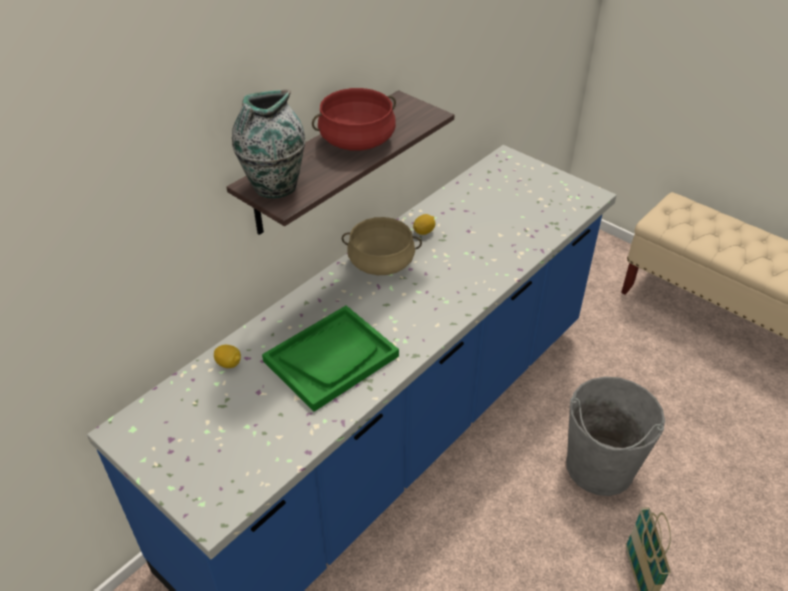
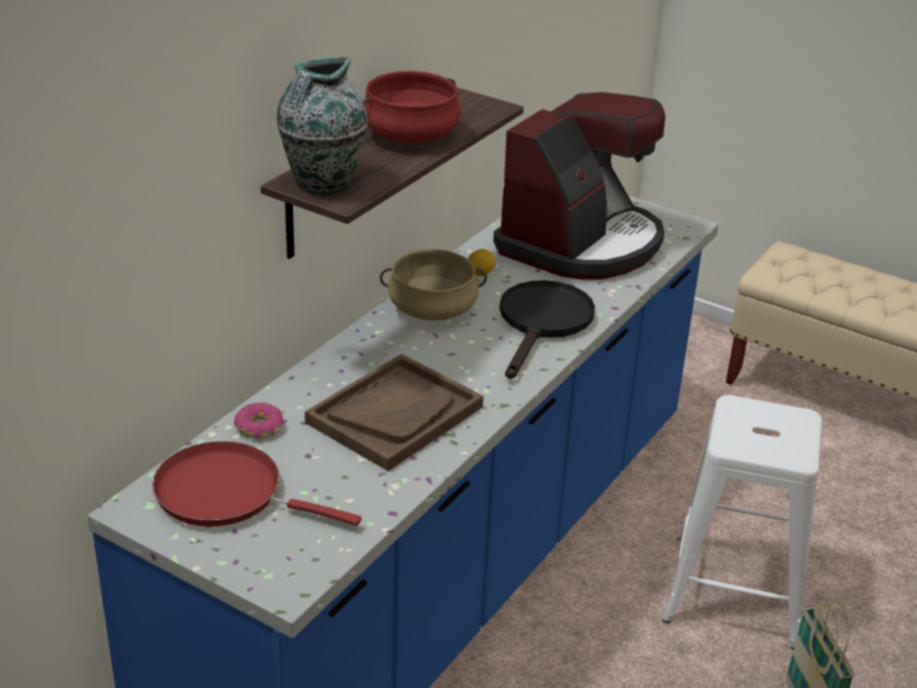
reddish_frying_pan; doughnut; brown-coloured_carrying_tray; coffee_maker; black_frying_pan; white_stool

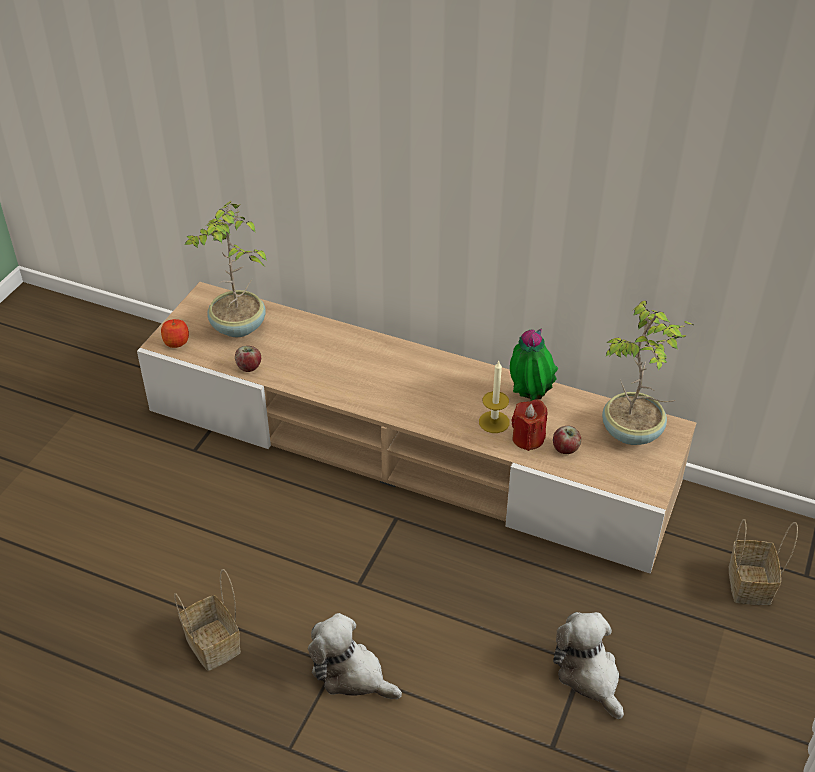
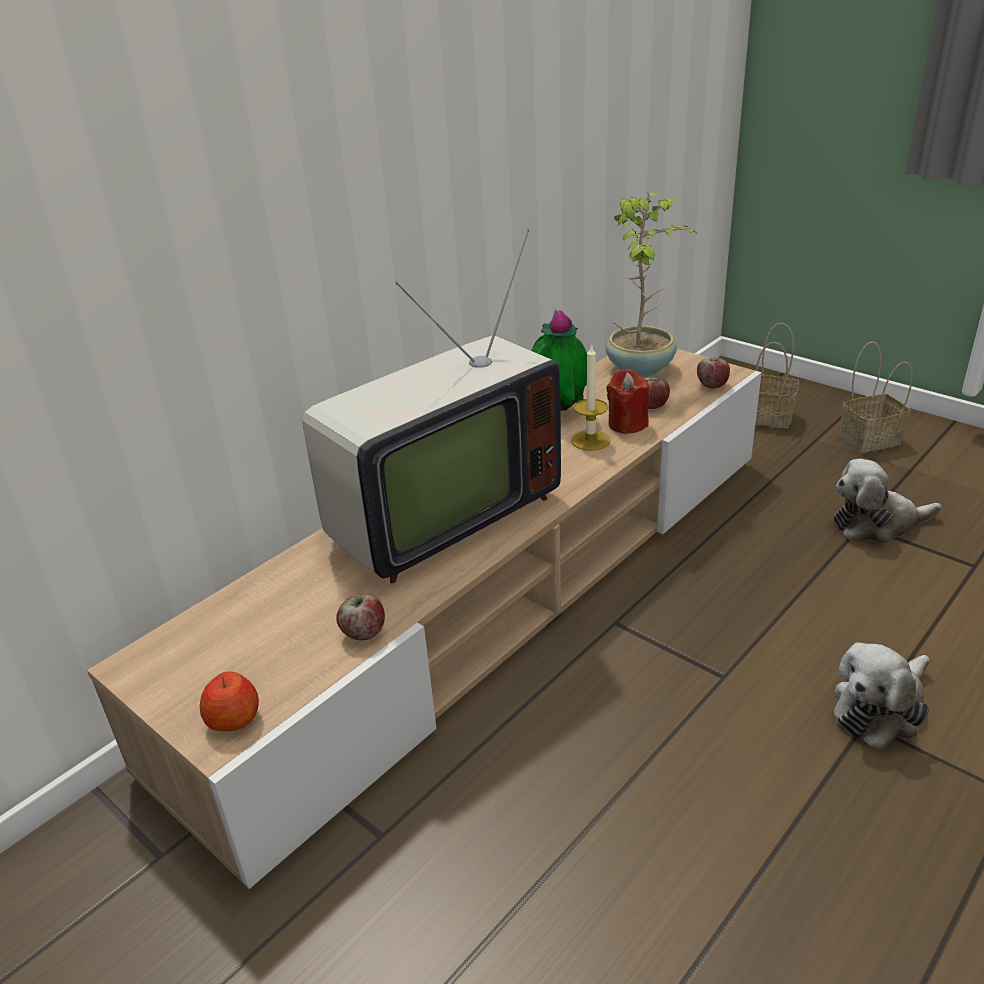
TV; apple_fruit (4th from left); basket (2nd from left); plant_in_a_pot (1st from left in the first image)

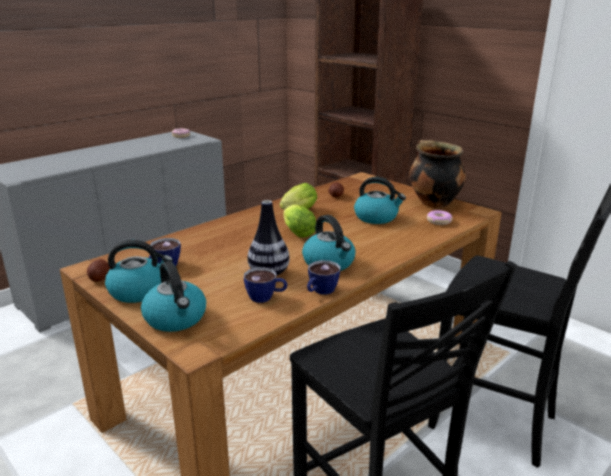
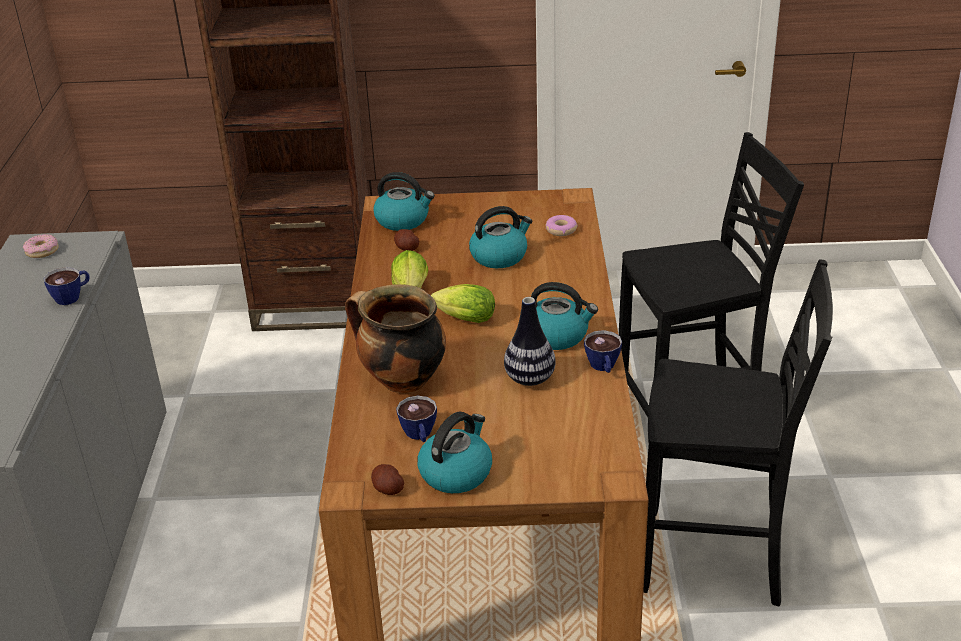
drinking_cup (1st from left); saucepot; kettle (1st from left)

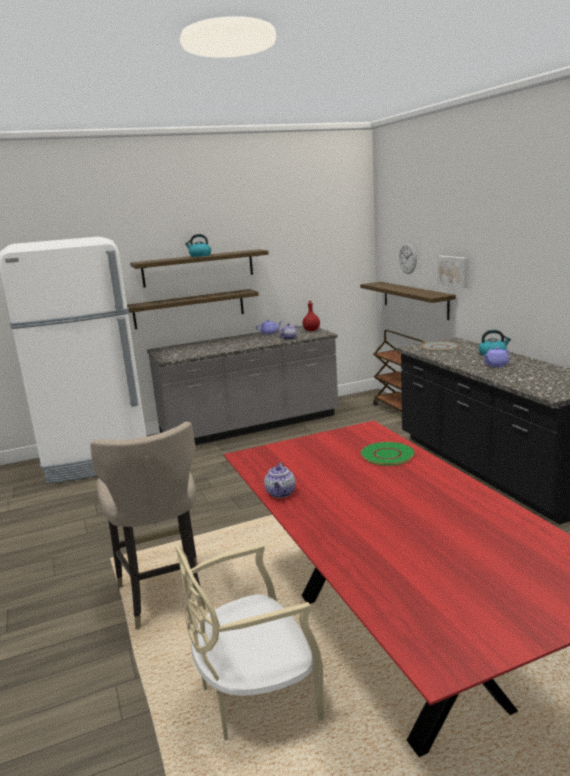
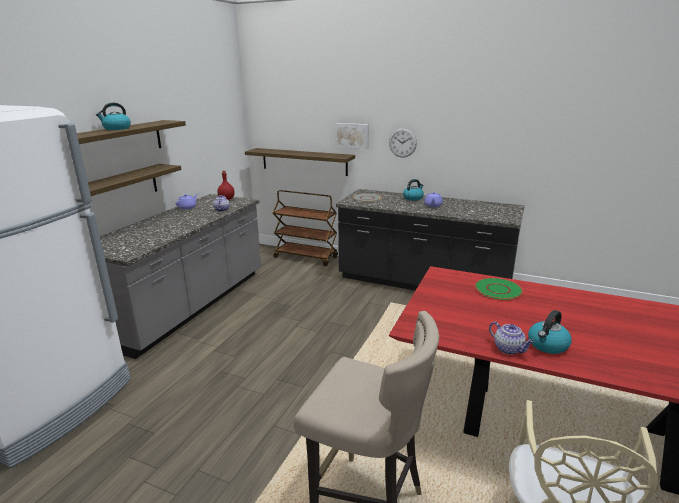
hanging_clock; kettle (3rd from left)

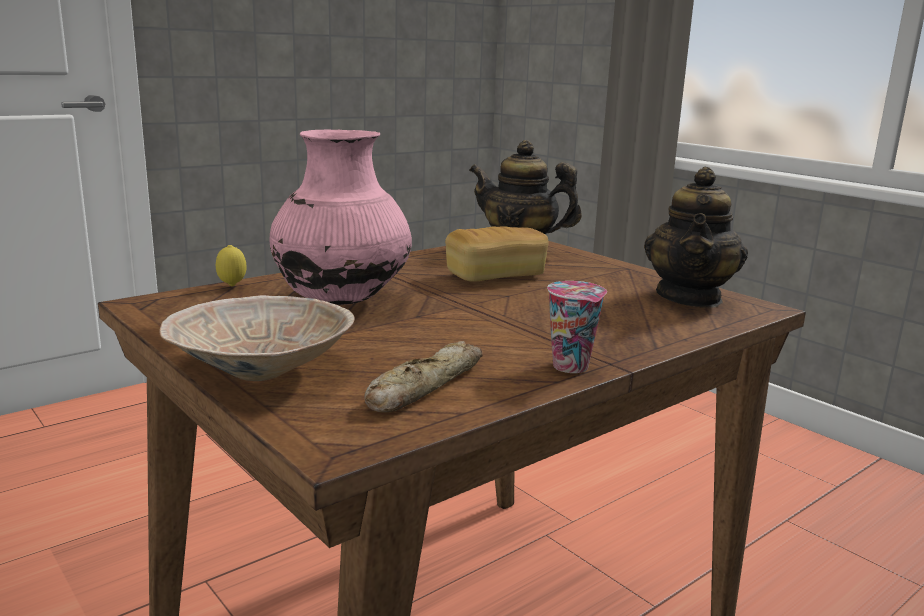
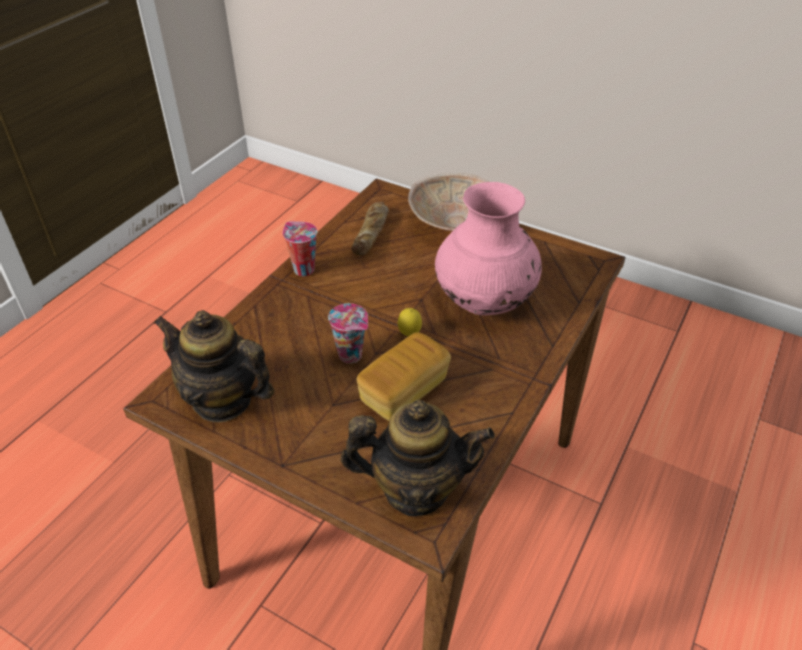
pot_for_tea (1st from left); drinking_cup (2nd from left); citrus_fruit

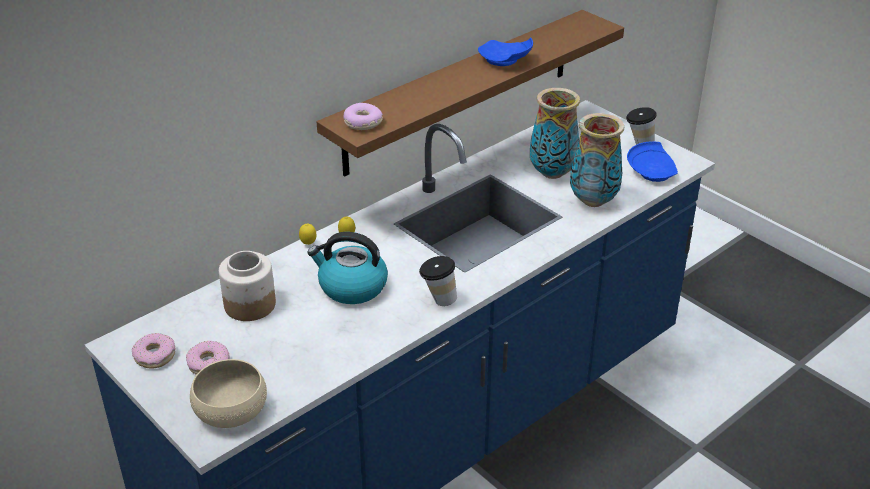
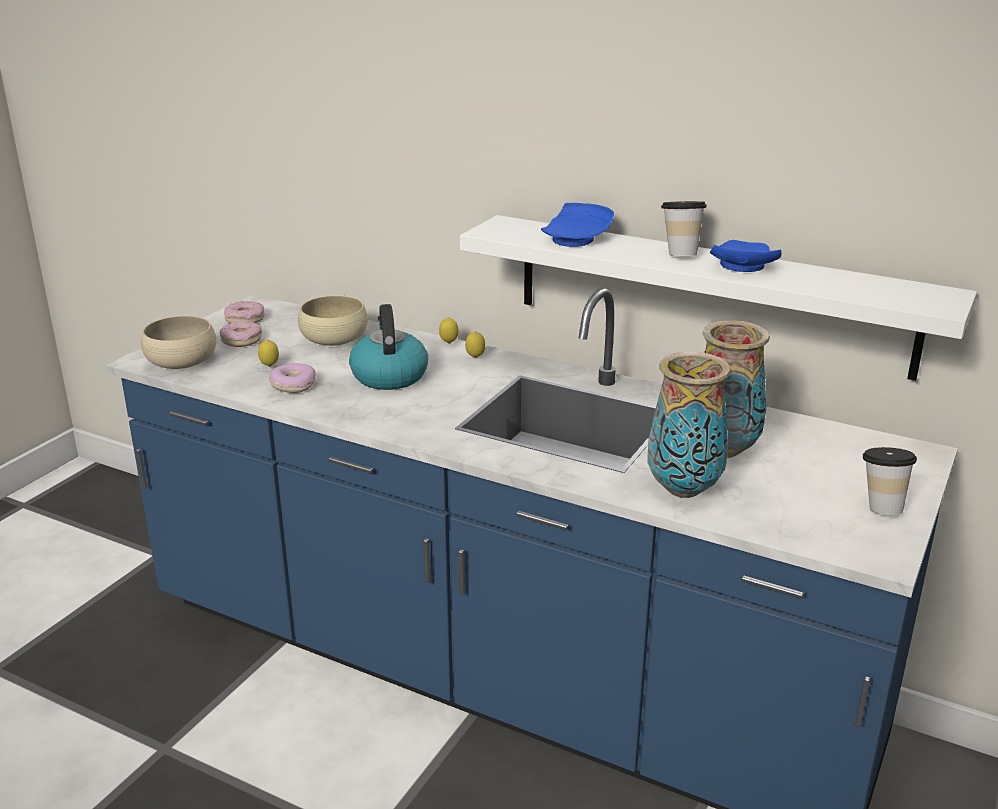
citrus_fruit (1st from left); doughnut (3rd from left); beige_deep_dish (2nd from left); white_shelf; bluish_plate (1st from left); drinking_cup (1st from left)

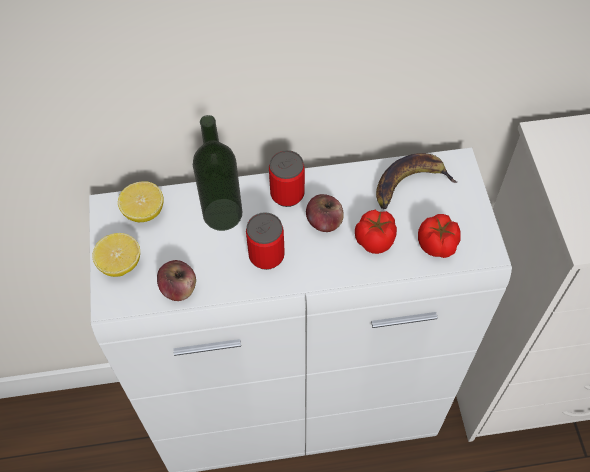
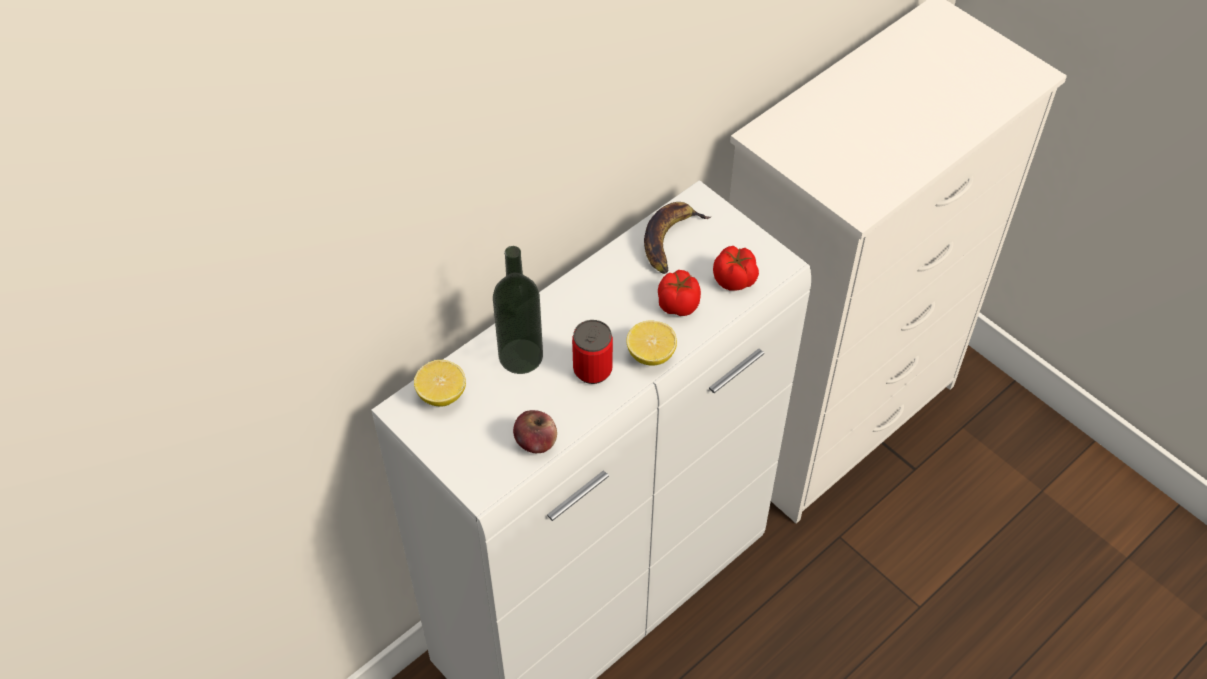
citrus_fruit (2nd from left); metal_can (2nd from left in the first image); apple_fruit (2nd from left in the first image)

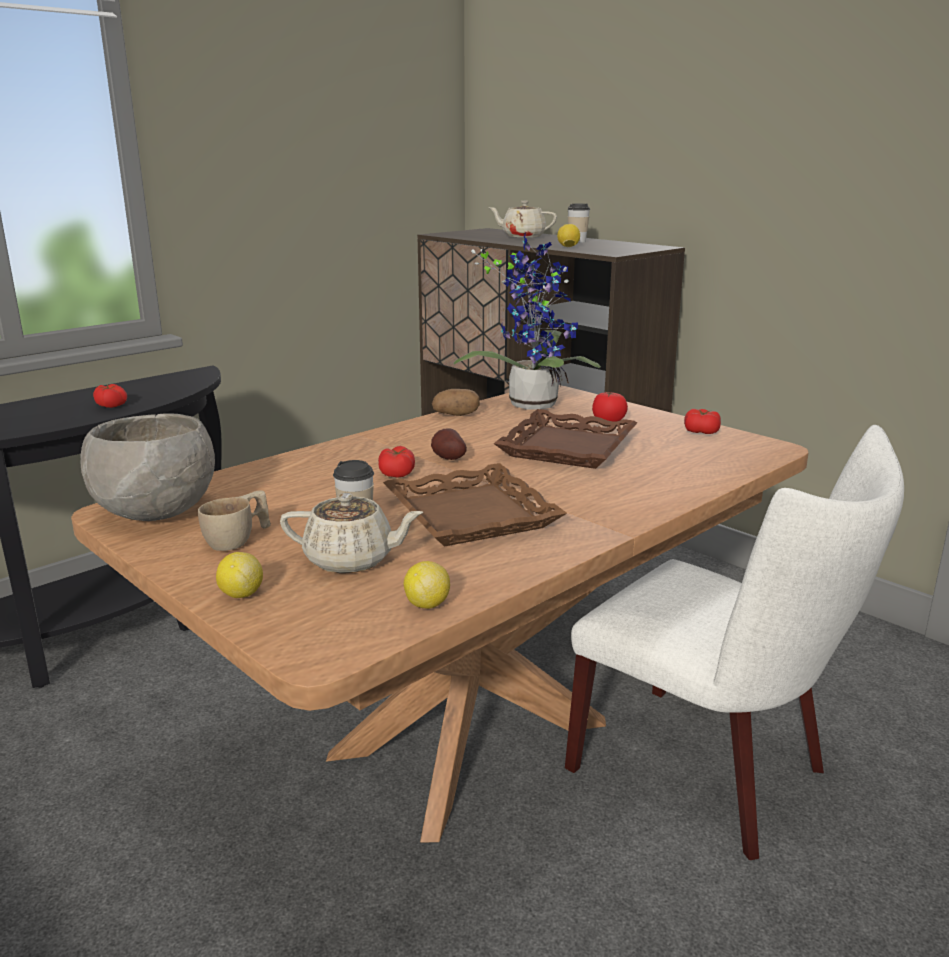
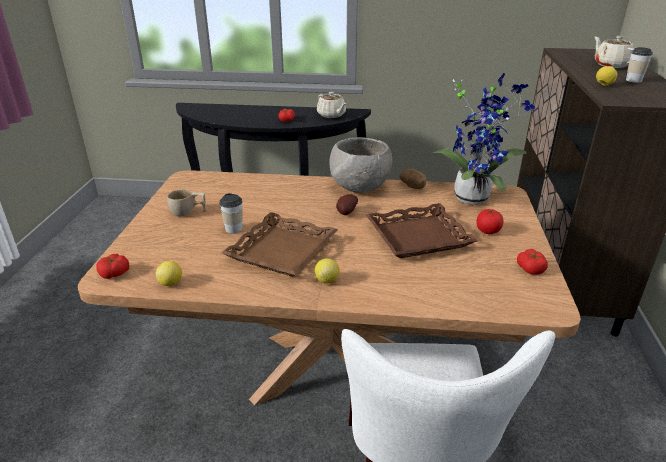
fresh_tomato (1st from left); citrus_fruit (2nd from left); beige_pot_for_tea (1st from left); gray_deep_dish

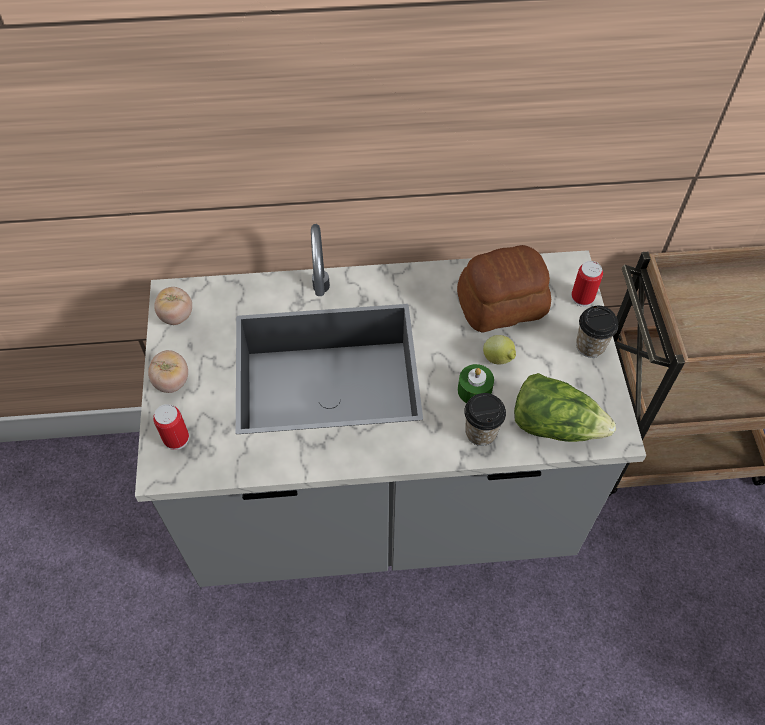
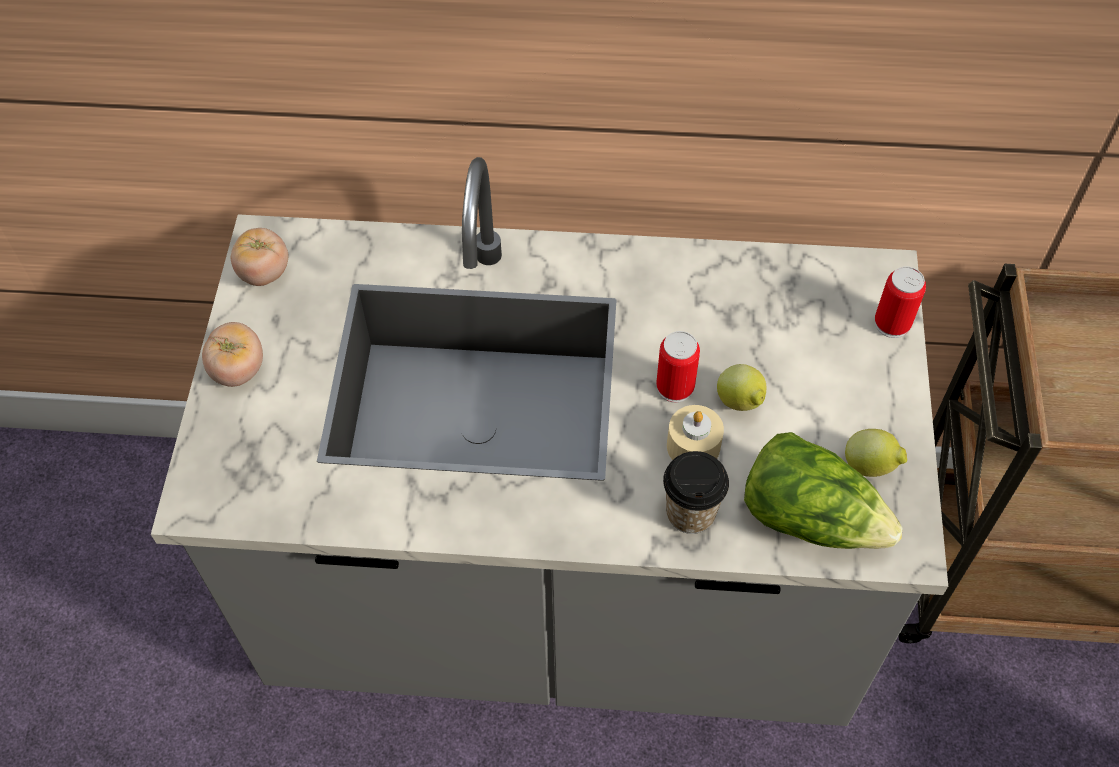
metal_can (1st from left); beige_wax_light; citrus_fruit (2nd from left); bakery_bread; drinking_cup (2nd from left in the first image)

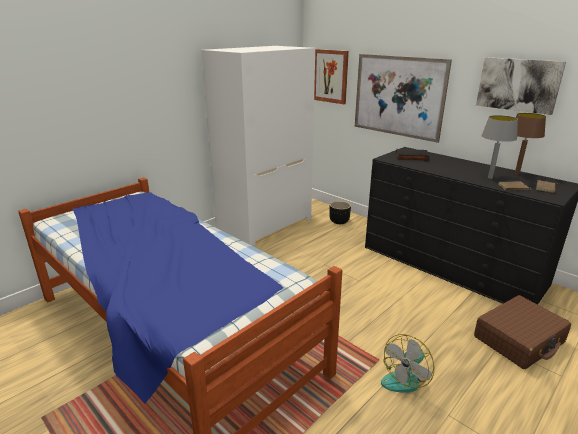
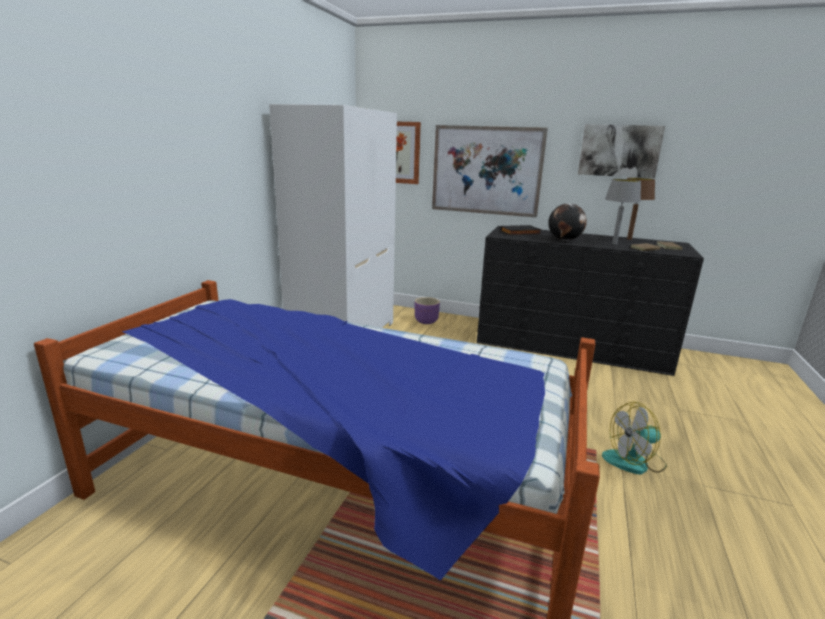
purple_plant_pot; globe; cooling_fan; brown-coloured_piece_of_luggage

